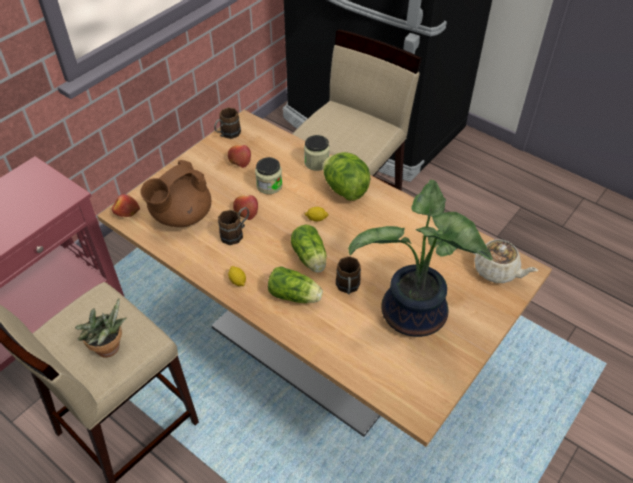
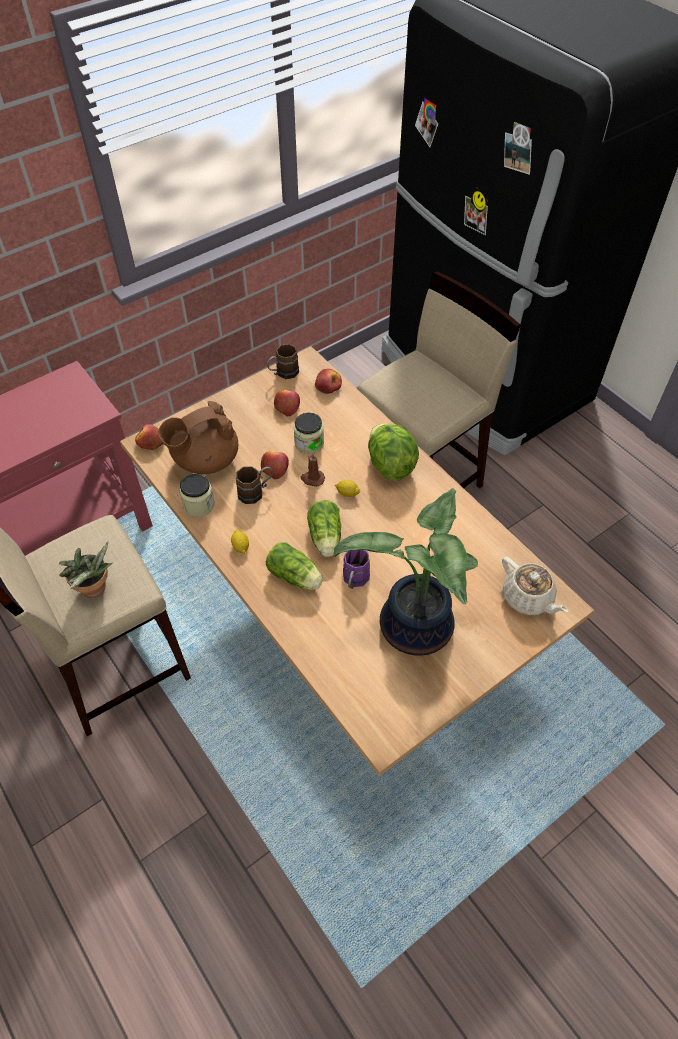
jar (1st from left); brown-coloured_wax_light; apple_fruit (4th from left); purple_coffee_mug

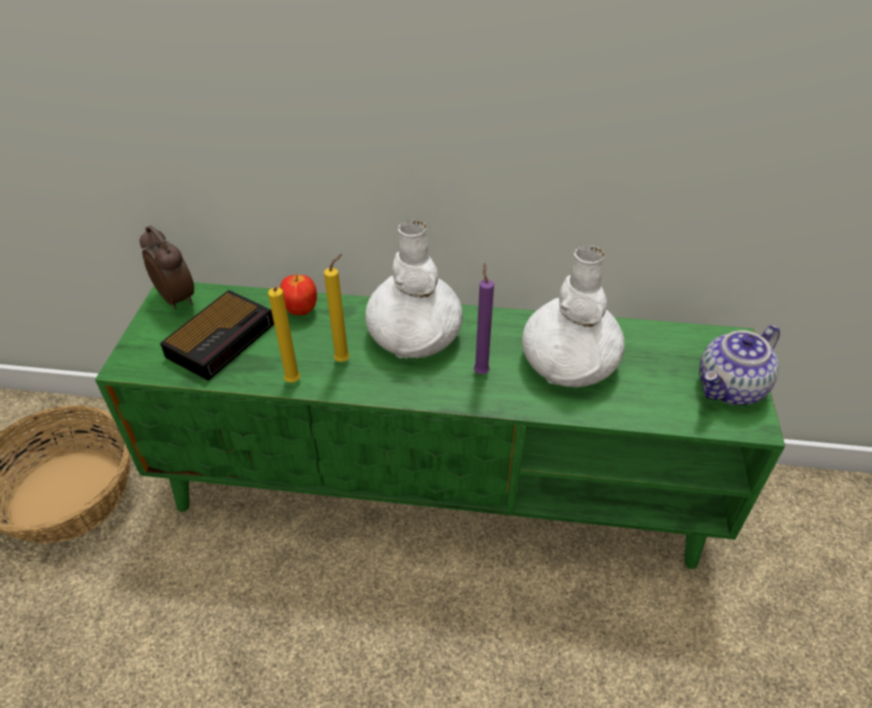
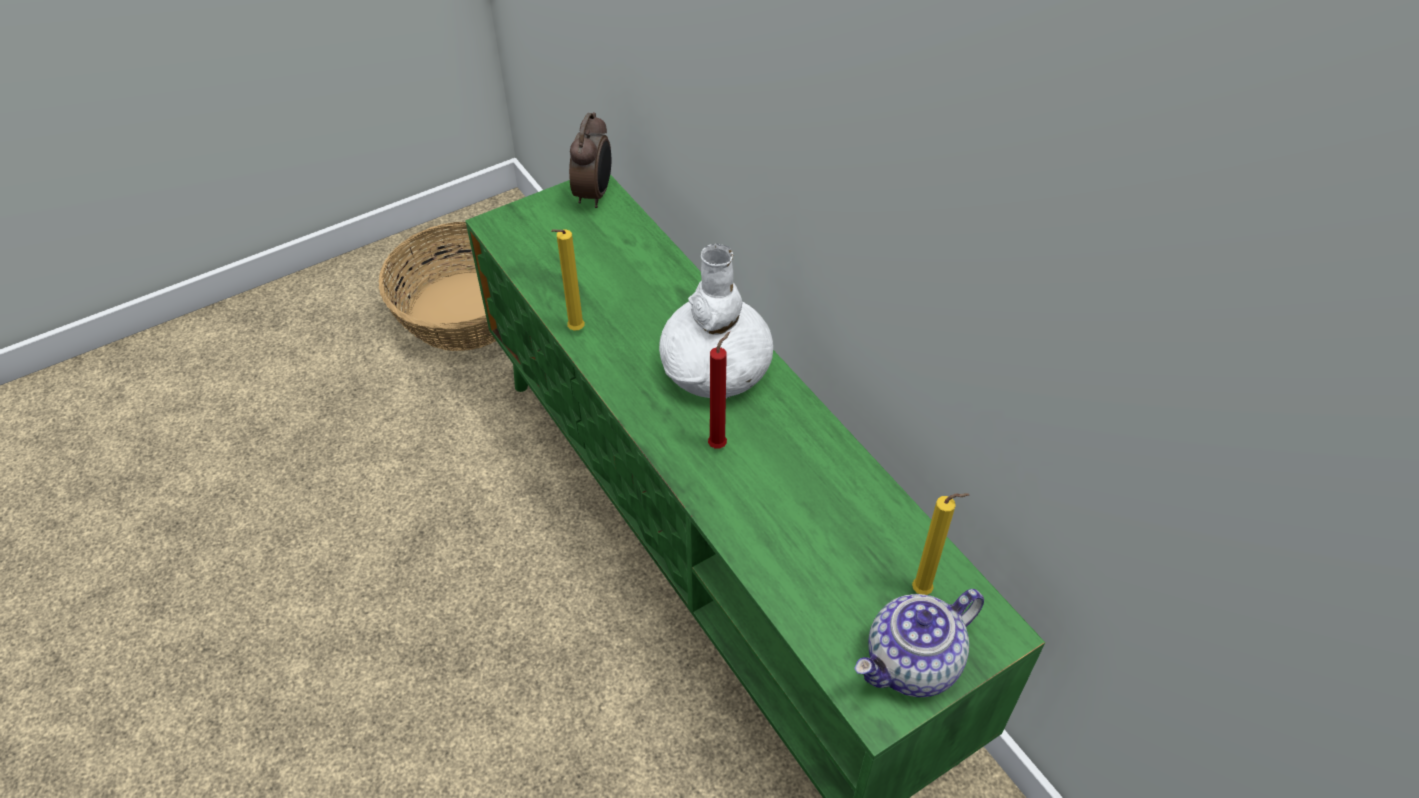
reddish_wax_light; pot_for_tea; yellow-coloured_wax_light (2nd from left); table_clock (2nd from left in the first image); apple_fruit; white_decorative_vase (2nd from left in the first image)

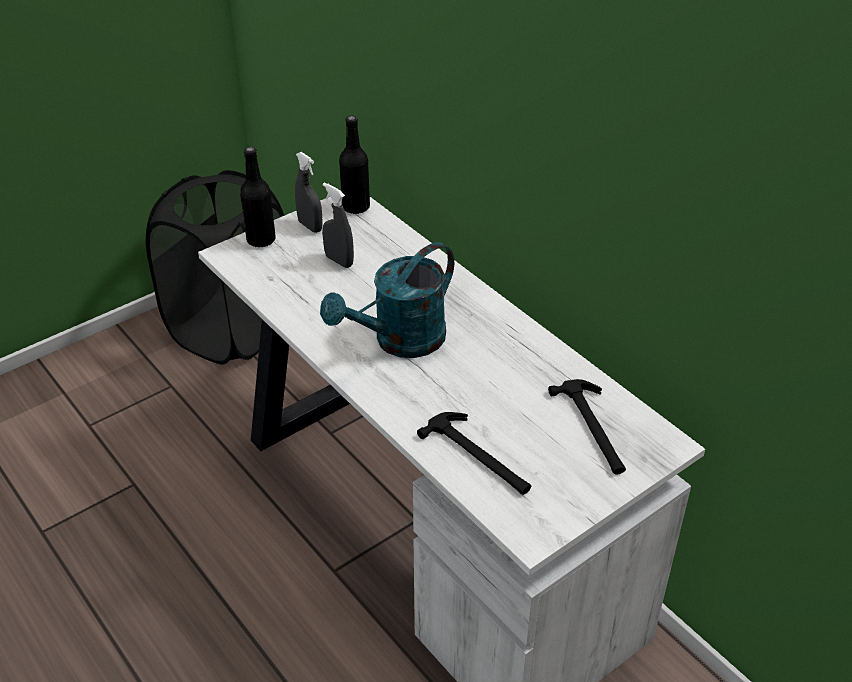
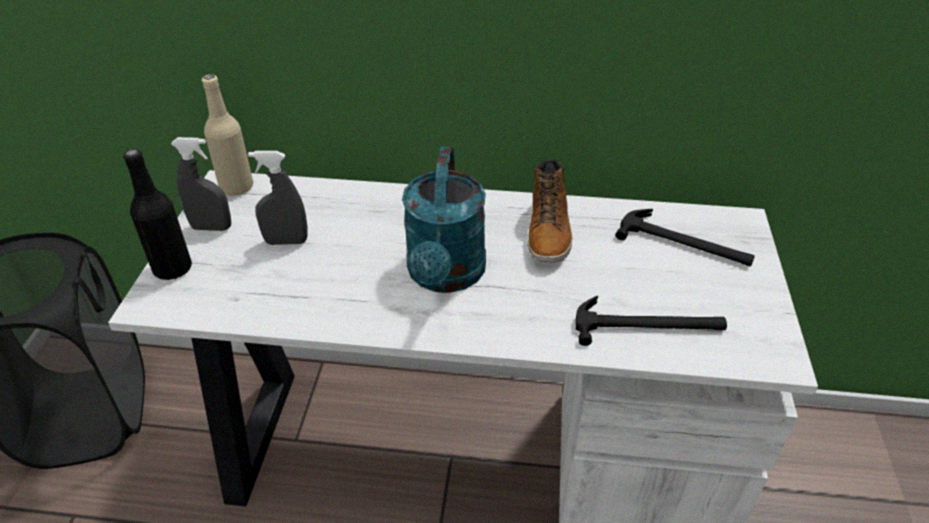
beige_drink_bottle; tall_boot

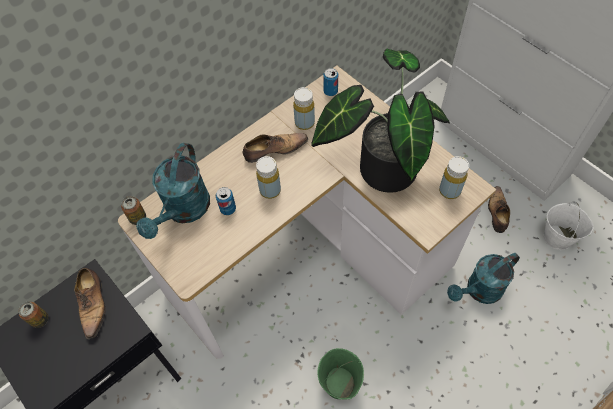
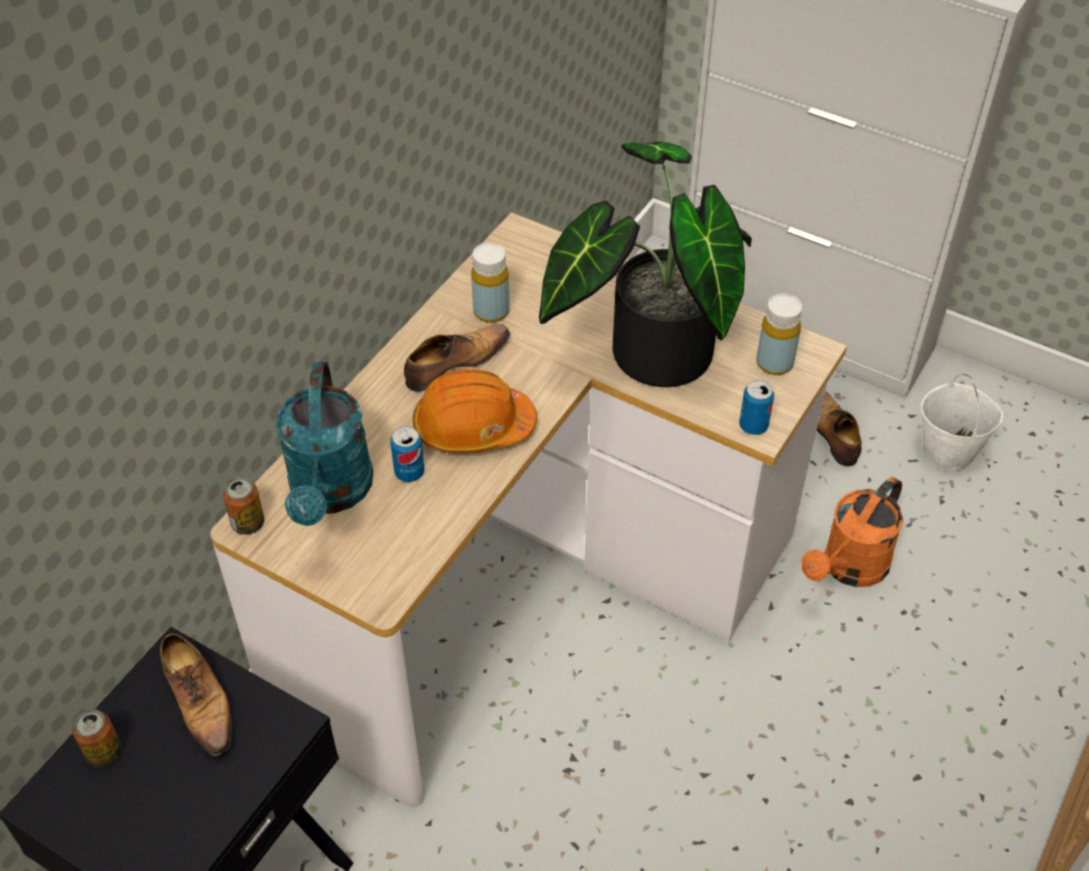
orangey_hard_hat; metal_can (4th from left); orangey_watering_can; green-coloured_water_bucket

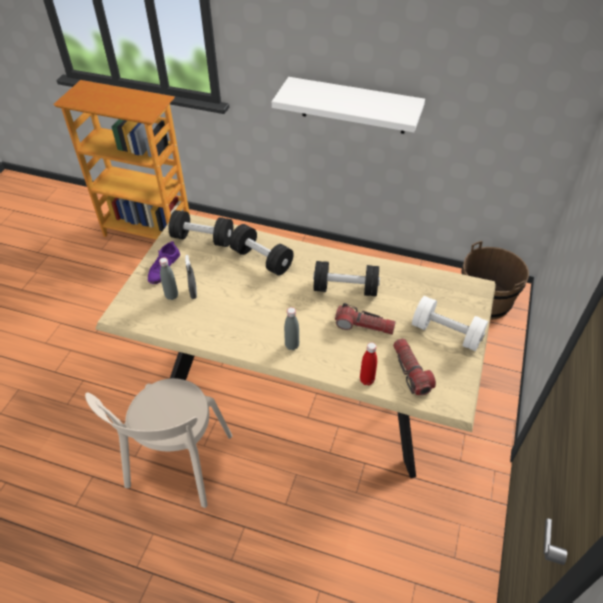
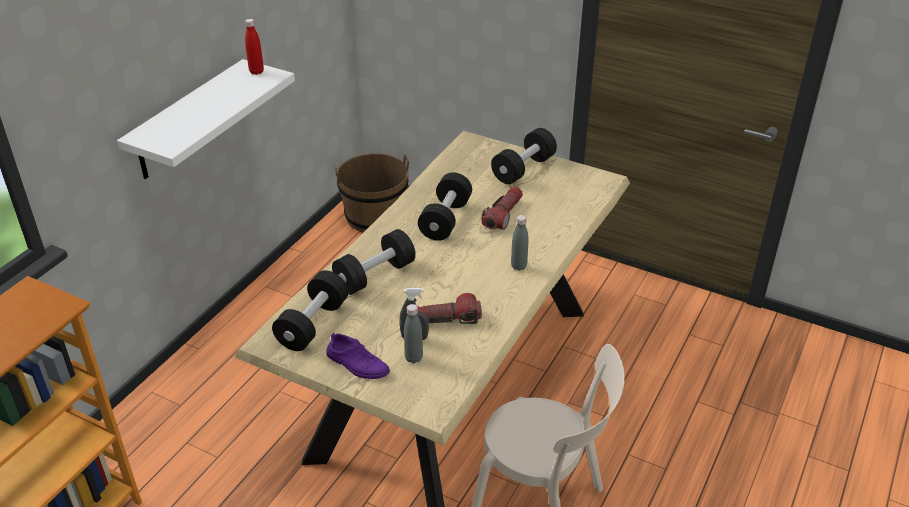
reddish_drink_bottle; hand_torch (1st from left); black_hand_weight (4th from left)

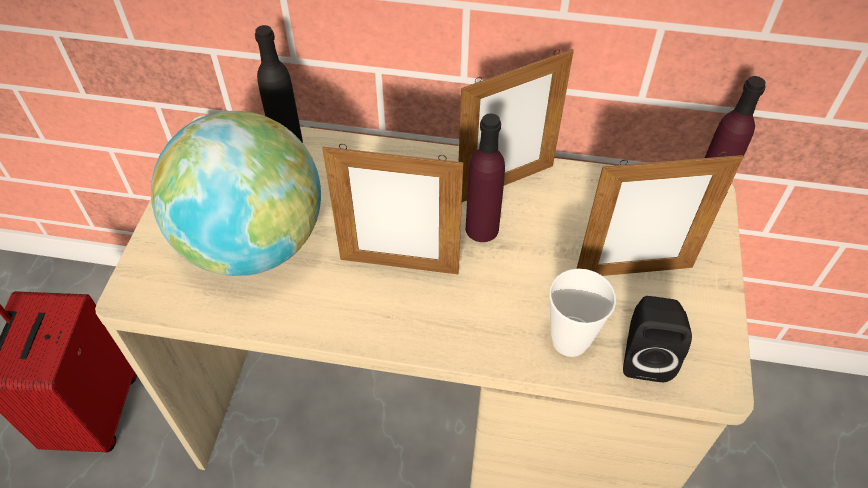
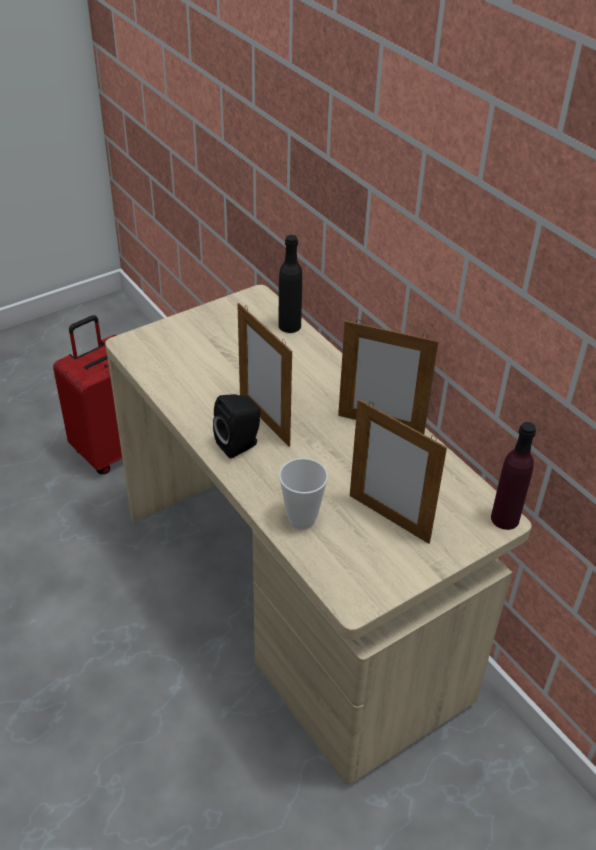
black_speaker; globe; purple_drink_bottle (1st from left in the first image)

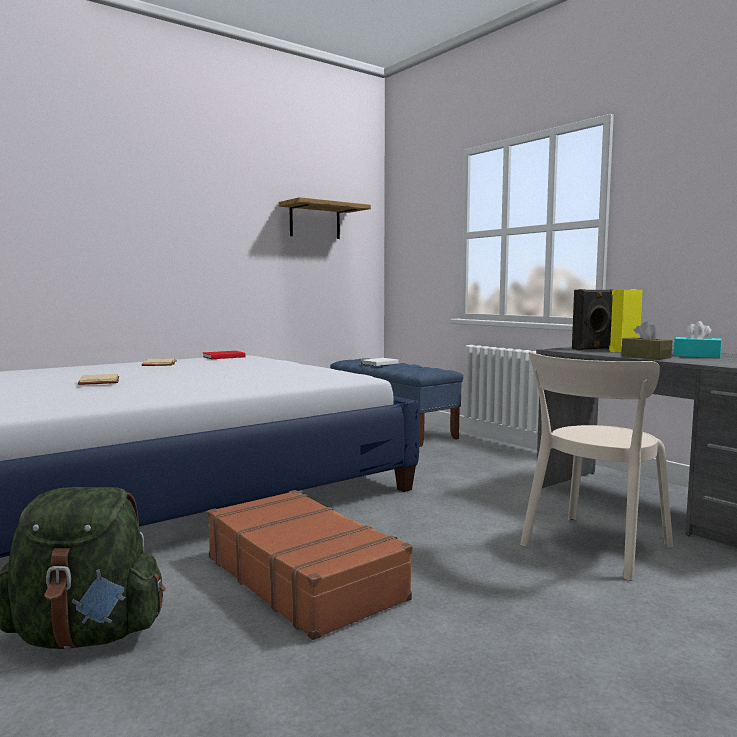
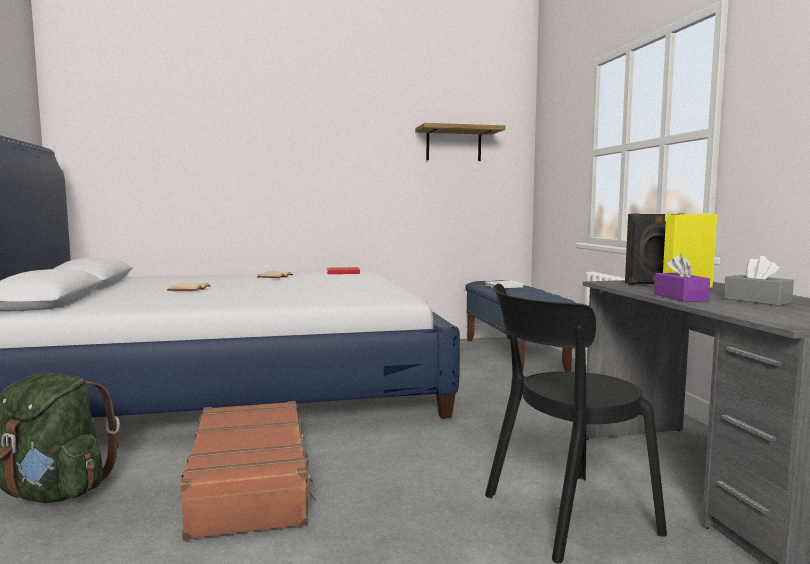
black_plain_chair; purple_box_of_tissues; gray_box_of_tissues

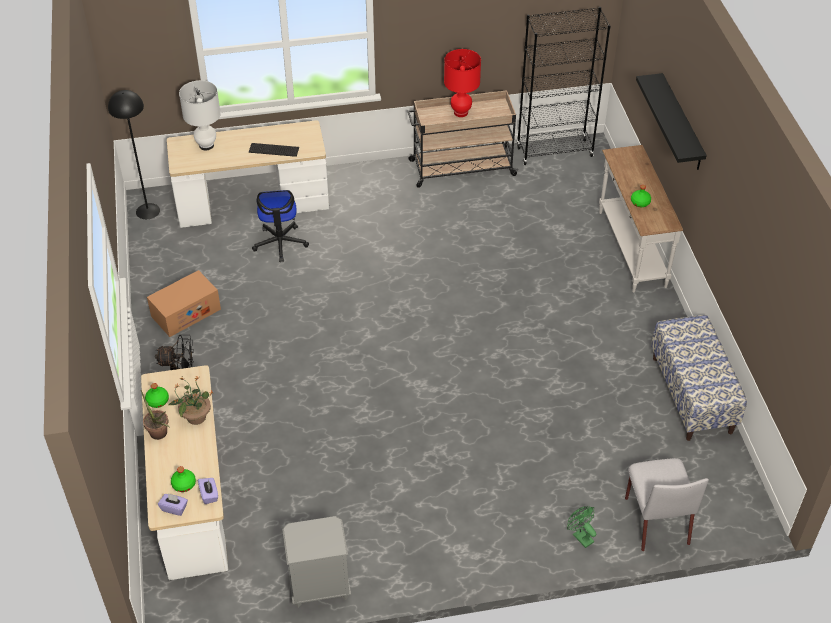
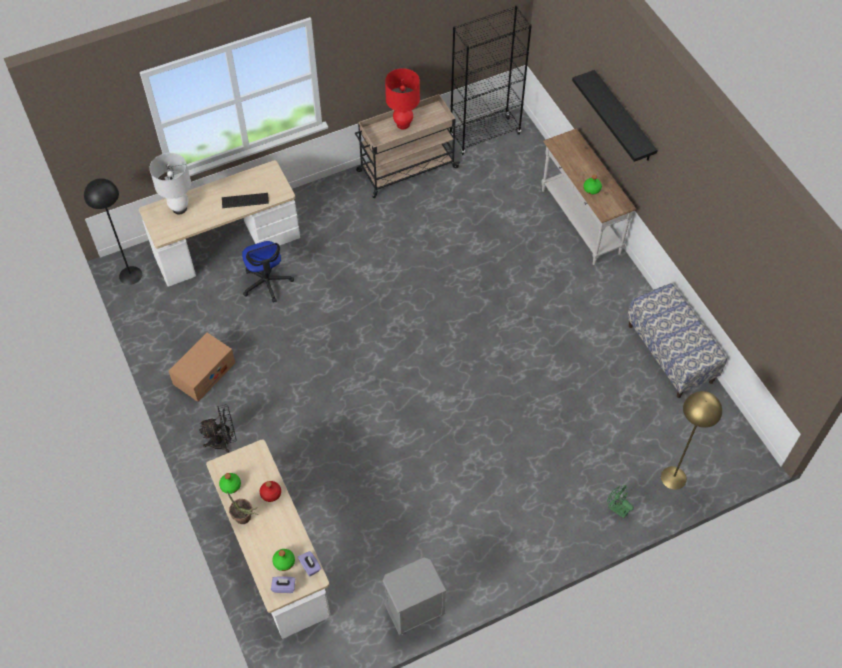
reddish_drink_bottle; yellow-coloured_standing_lamp

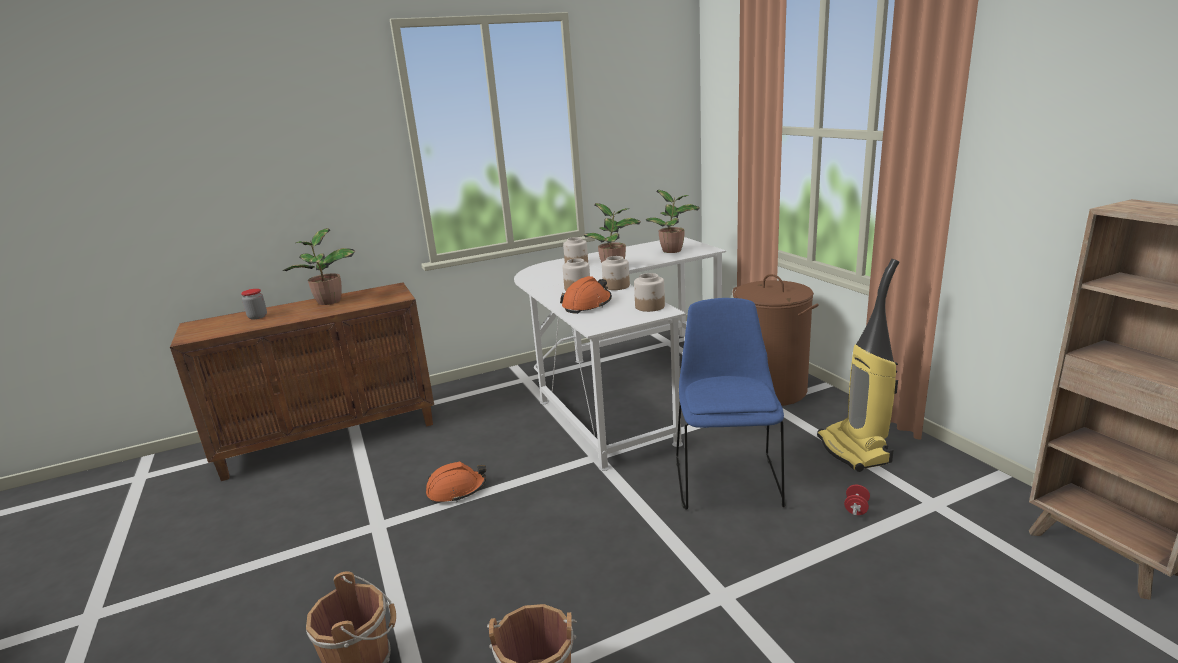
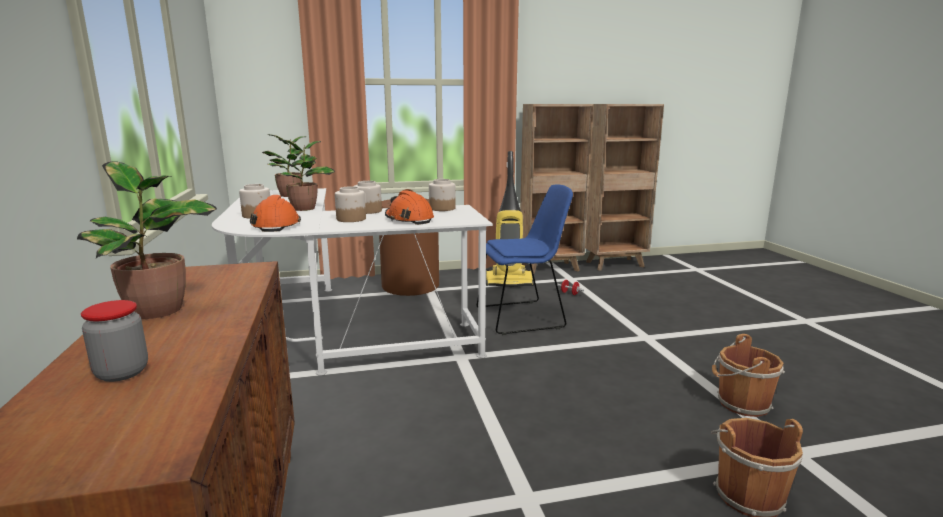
orangey_hard_hat (1st from left); bluish_plain_chair; brown-coloured_shelving_unit (1st from left)

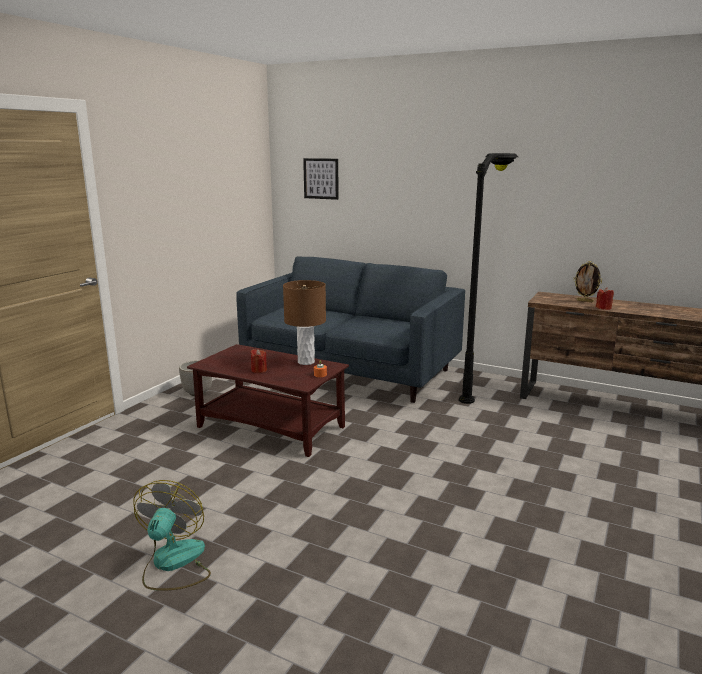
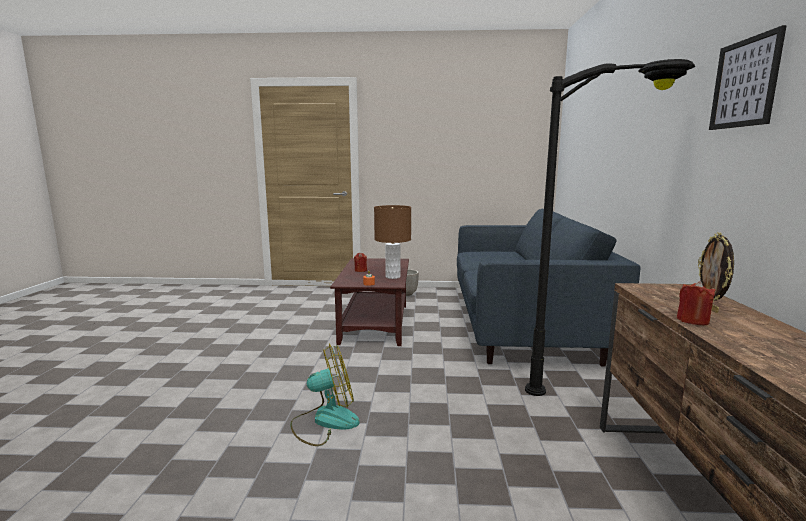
cooling_fan; picture

